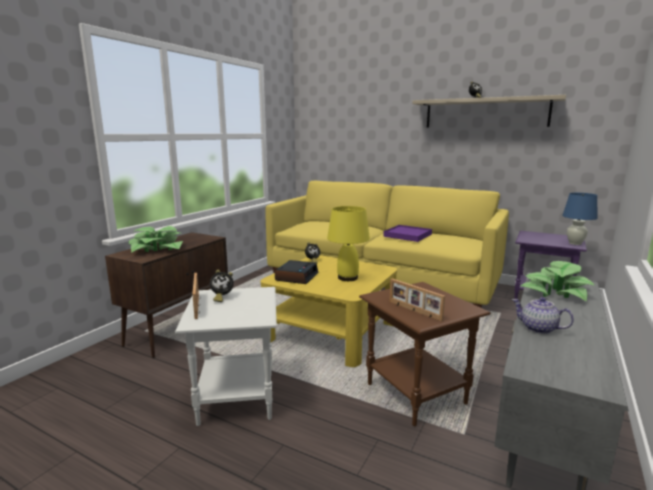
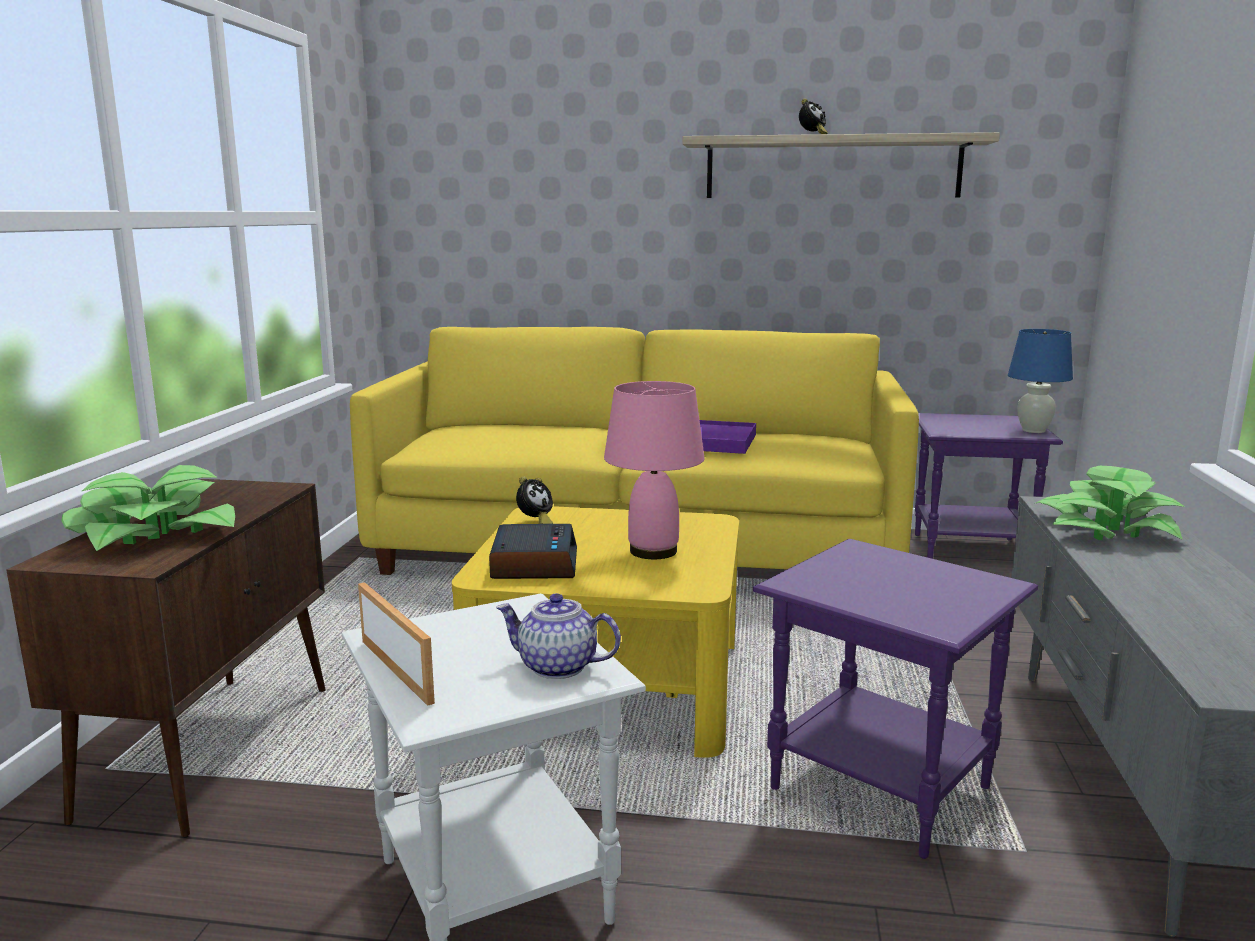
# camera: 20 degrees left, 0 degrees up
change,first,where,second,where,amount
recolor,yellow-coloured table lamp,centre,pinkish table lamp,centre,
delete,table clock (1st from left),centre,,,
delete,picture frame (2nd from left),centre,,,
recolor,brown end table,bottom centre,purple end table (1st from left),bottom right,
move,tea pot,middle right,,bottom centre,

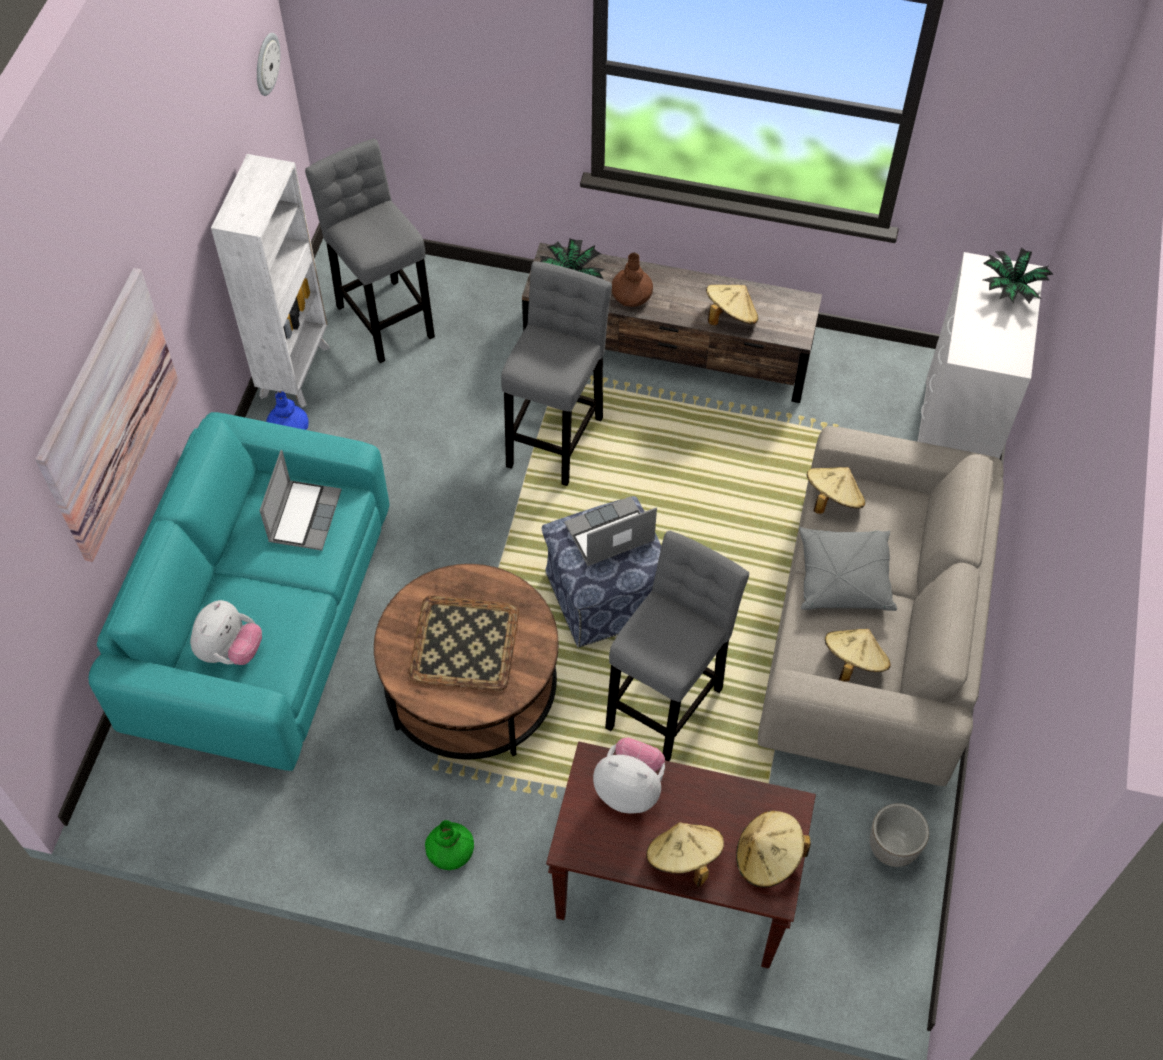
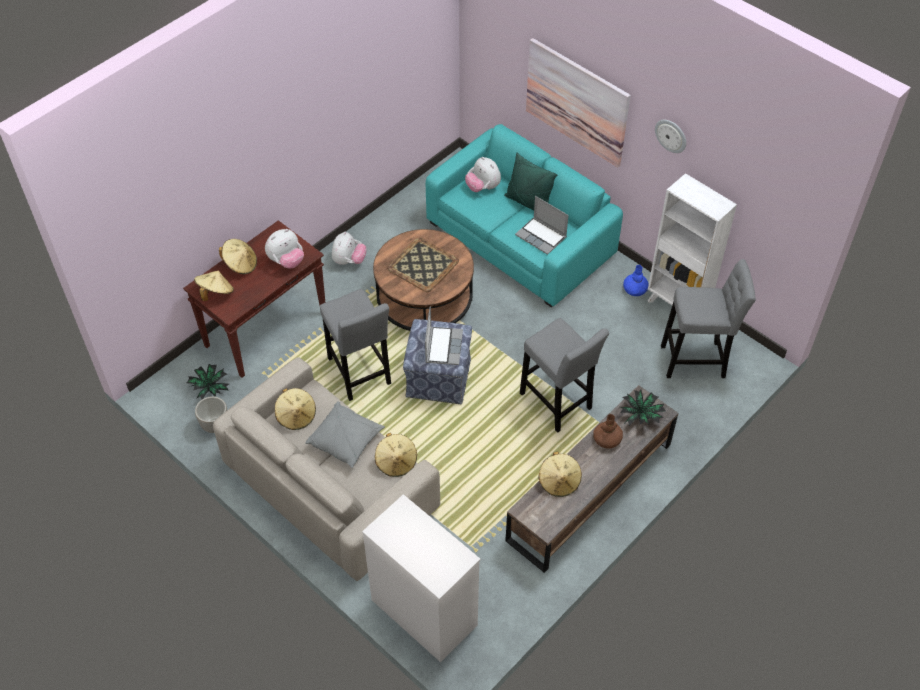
# camera: 120 degrees right, 5 degrees down
change,first,where,second,where,amount
move,wall clock,top left,,top right,
move,plant in a pot (2nd from left in the first image),top right,plant in a pot (1st from left),middle left,
replace,green flower vase,bottom centre,cuddly toy (2nd from left),centre,
insert,,,green throw pillow,top centre,

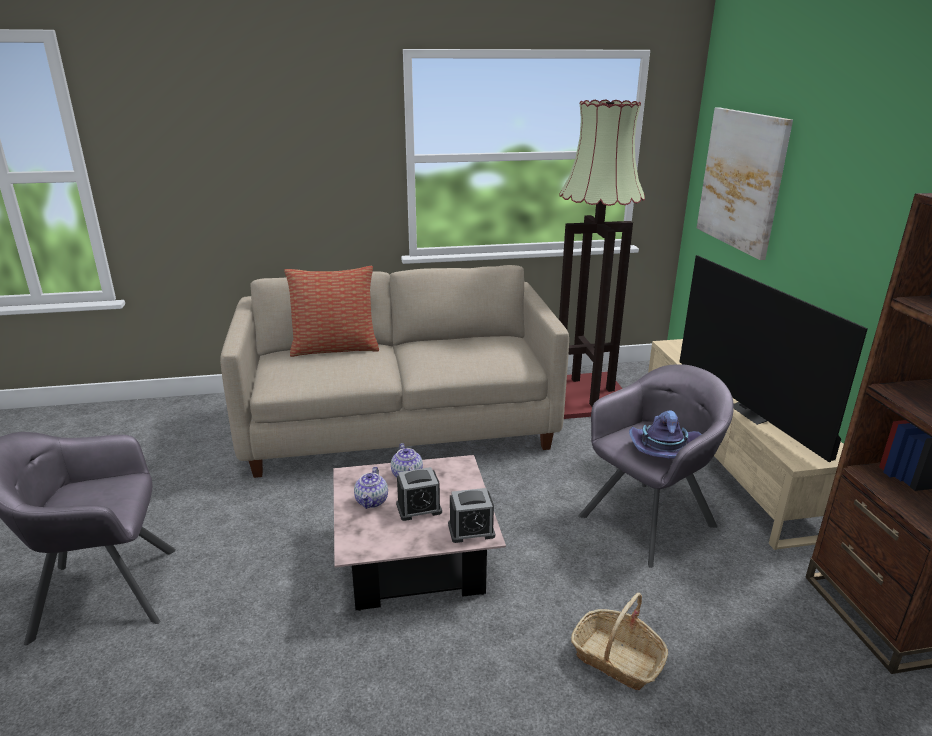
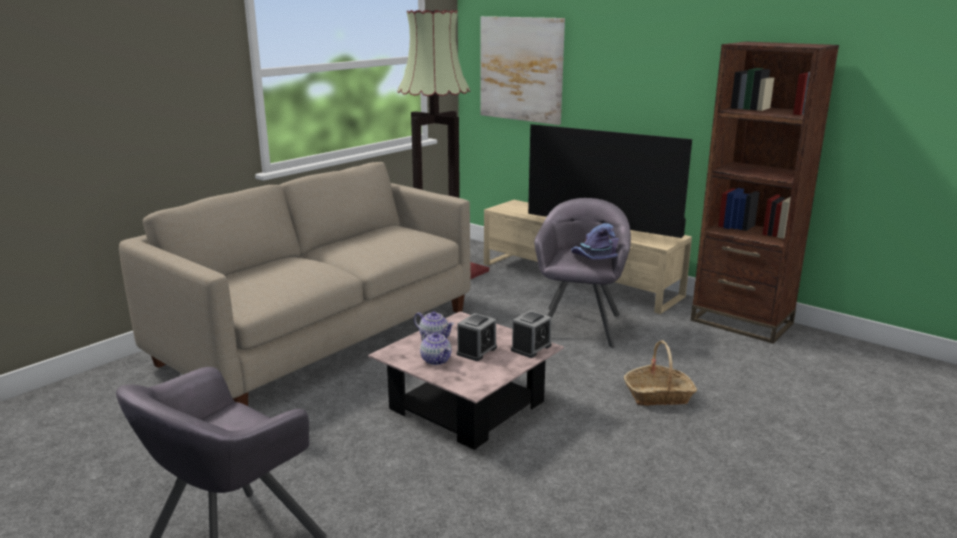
# camera: 40 degrees left, 5 degrees down
change,first,where,second,where,amount
delete,throw pillow,centre,,,

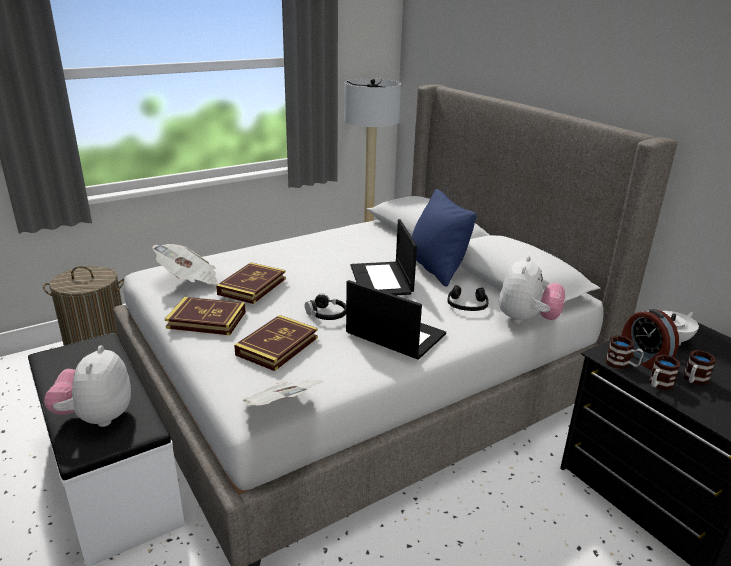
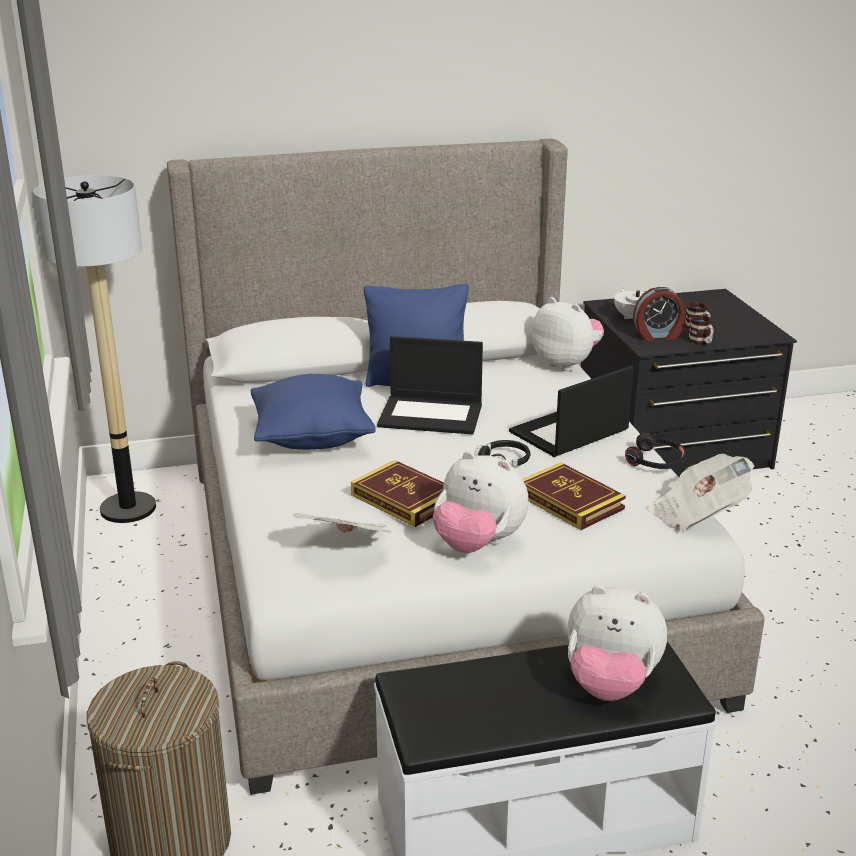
# camera: 70 degrees left, 0 degrees up
change,first,where,second,where,amount
move,black headset (2nd from left),centre,,middle right,
replace,bound book (1st from left),middle left,cuddly toy (1st from left),centre,
delete,coffee mug (1st from left),middle right,,,
insert,,,bluish throw pillow (1st from left),centre,

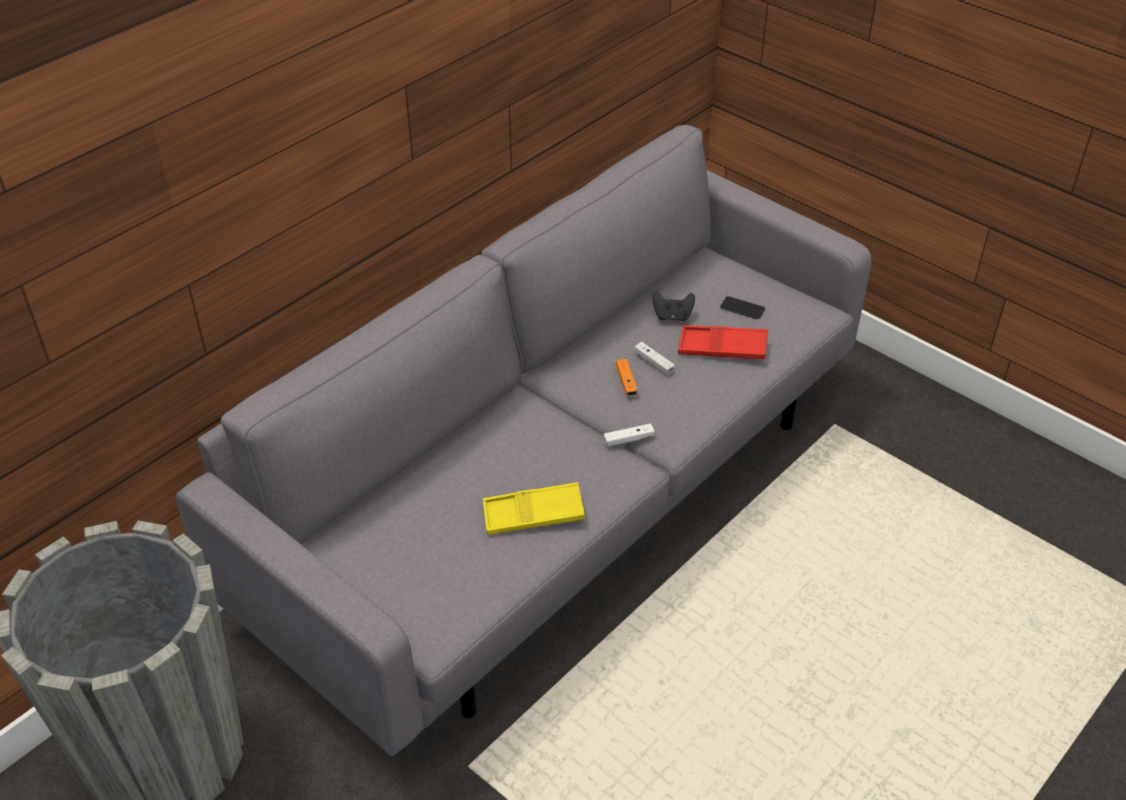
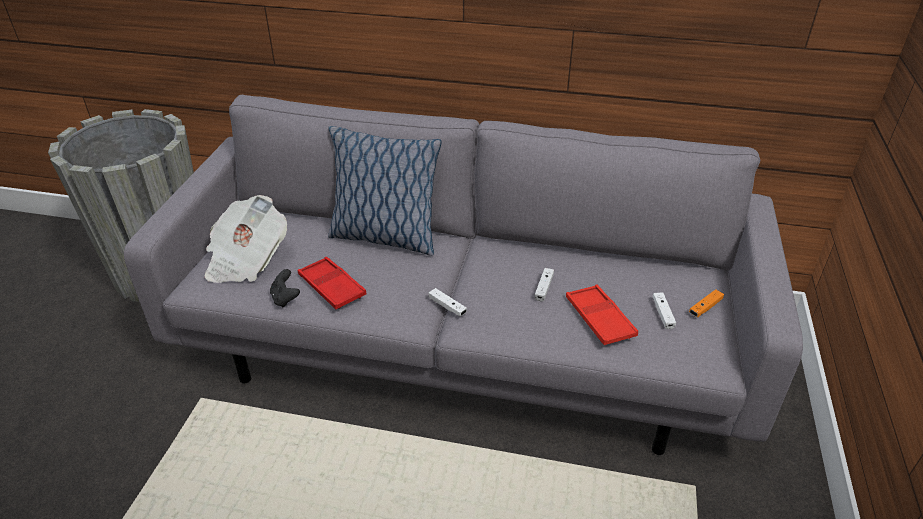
# camera: 60 degrees right, 5 degrees down
change,first,where,second,where,amount
move,black game controller,centre,,middle left,
replace,phone,centre,whitish game controller (3rd from left),middle right,
move,orange game controller,centre,,middle right,
recolor,yellow-coloured carrying tray,centre,red carrying tray (1st from left),centre,
insert,,,throw pillow,centre,
insert,,,newspaper,middle left,

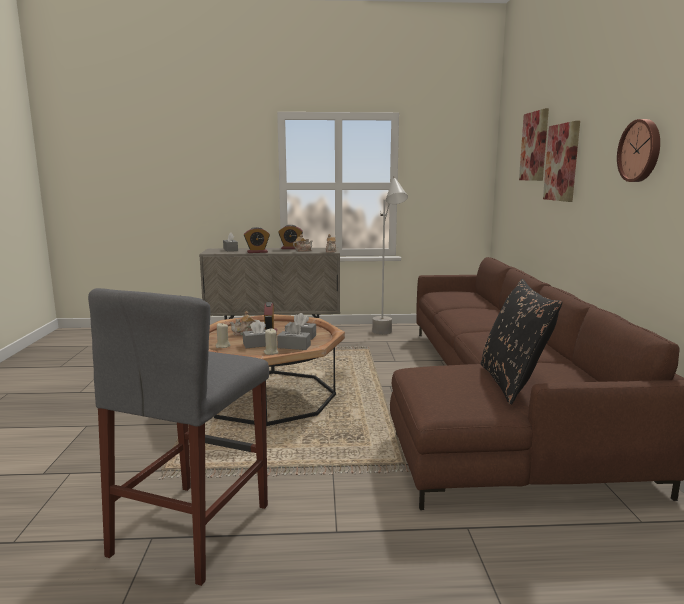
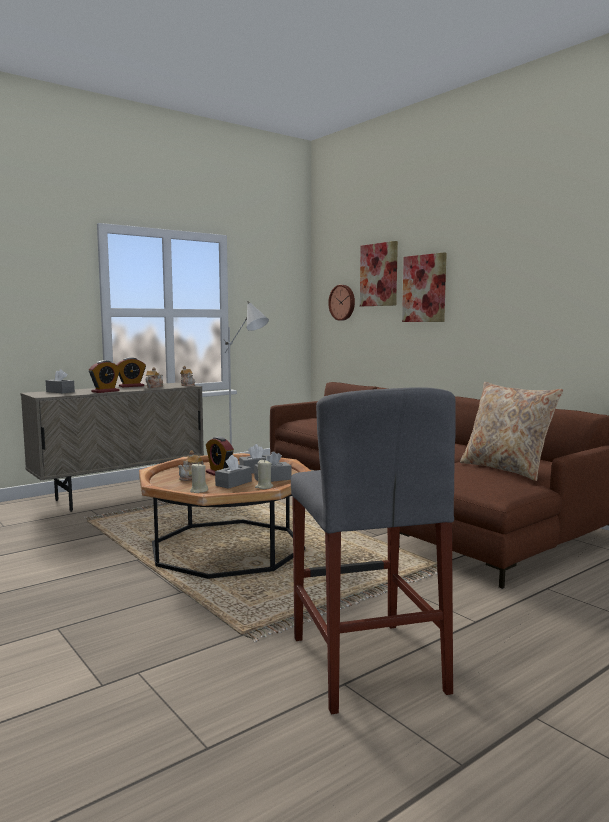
# camera: 35 degrees left, 5 degrees down
change,first,where,second,where,amount
move,wall clock,top right,,centre,
recolor,black throw pillow,middle right,sand-coloured throw pillow,middle right,

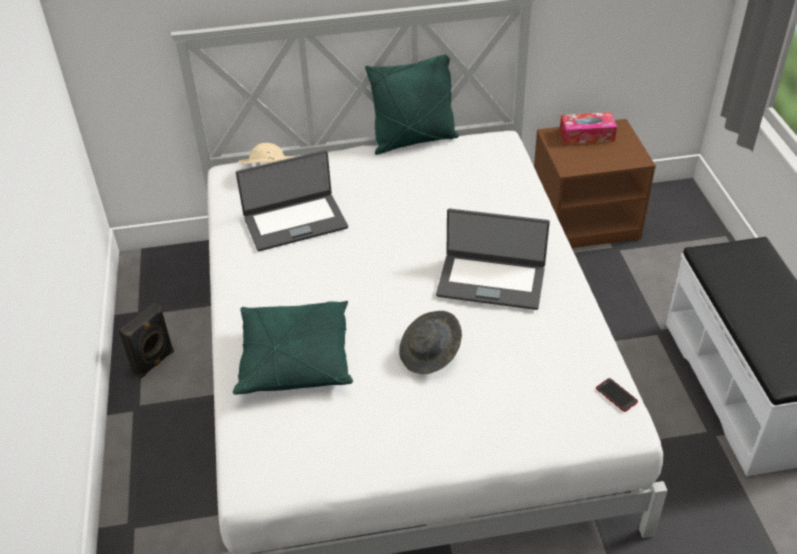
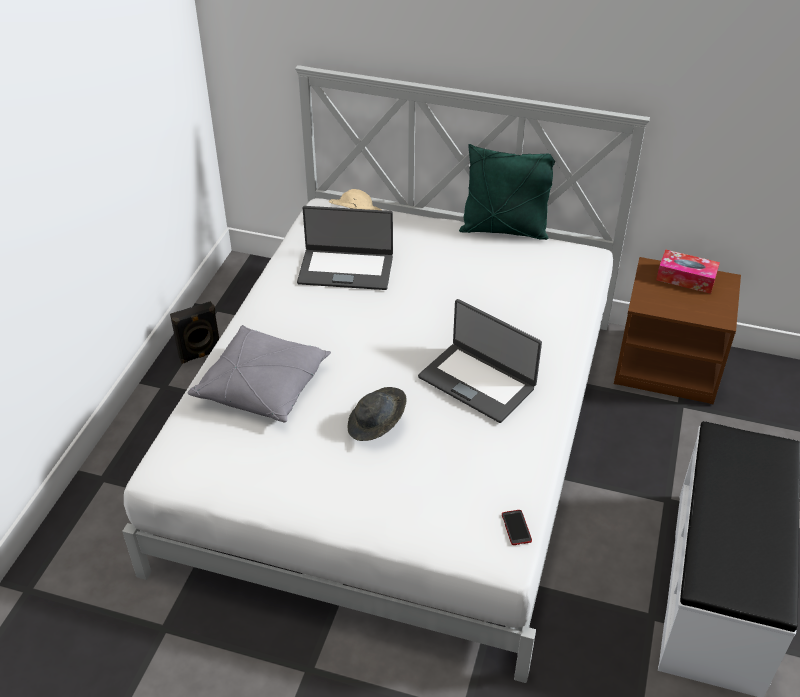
# camera: 25 degrees right, 0 degrees up
change,first,where,second,where,amount
recolor,green throw pillow (1st from left),centre,gray throw pillow,middle left,

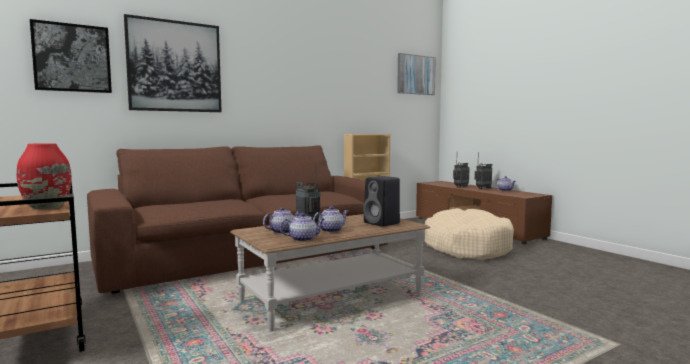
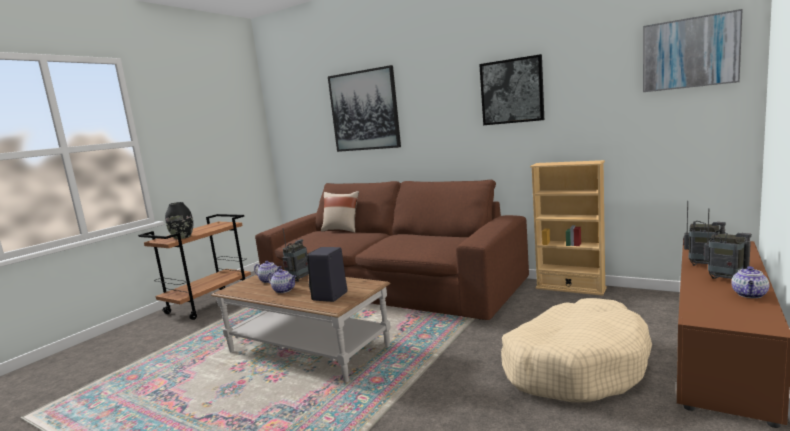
# camera: 65 degrees right, 5 degrees up
change,first,where,second,where,amount
move,picture (1st from left in the first image),top left,picture (2nd from left),top centre,
recolor,red flower vase,middle left,black flower vase,middle left,
delete,tea pot (2nd from left),centre,,,
insert,,,sand-coloured throw pillow,centre,

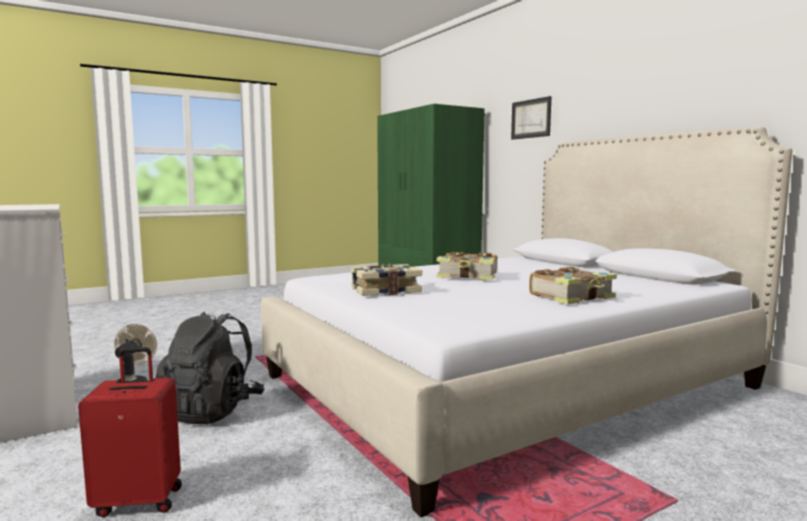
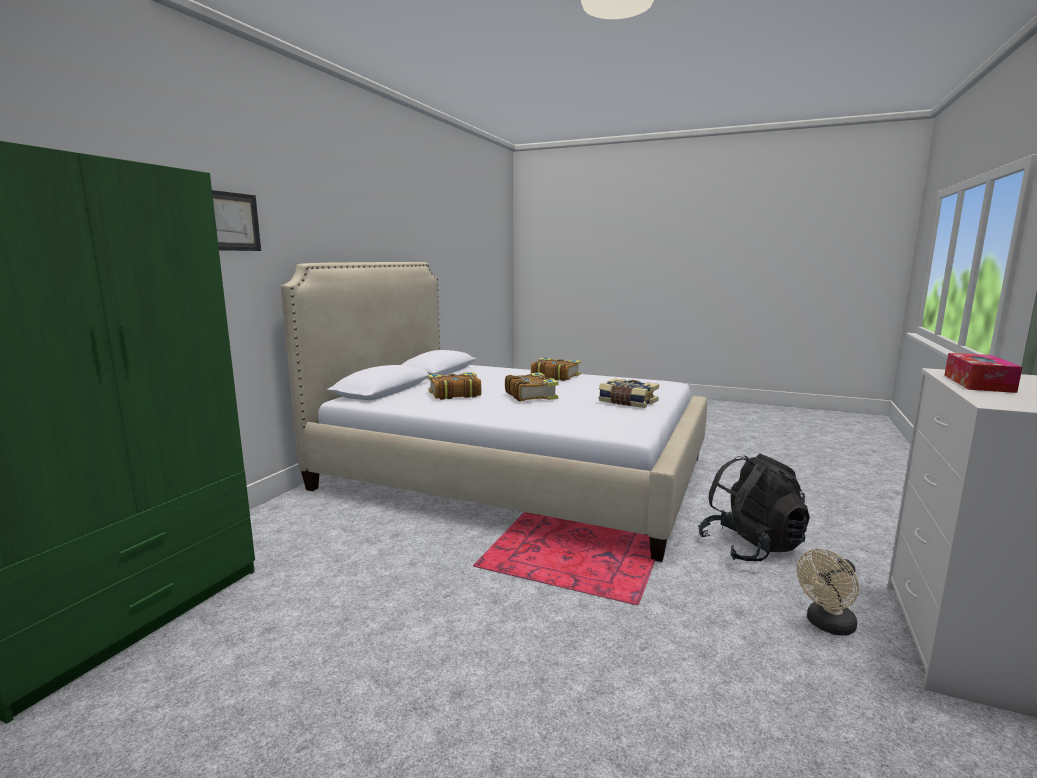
# camera: 125 degrees left, 5 degrees up
change,first,where,second,where,amount
delete,red piece of luggage,bottom left,,,
insert,,,tissue holder,middle right,
insert,,,bound book (1st from left),centre,

